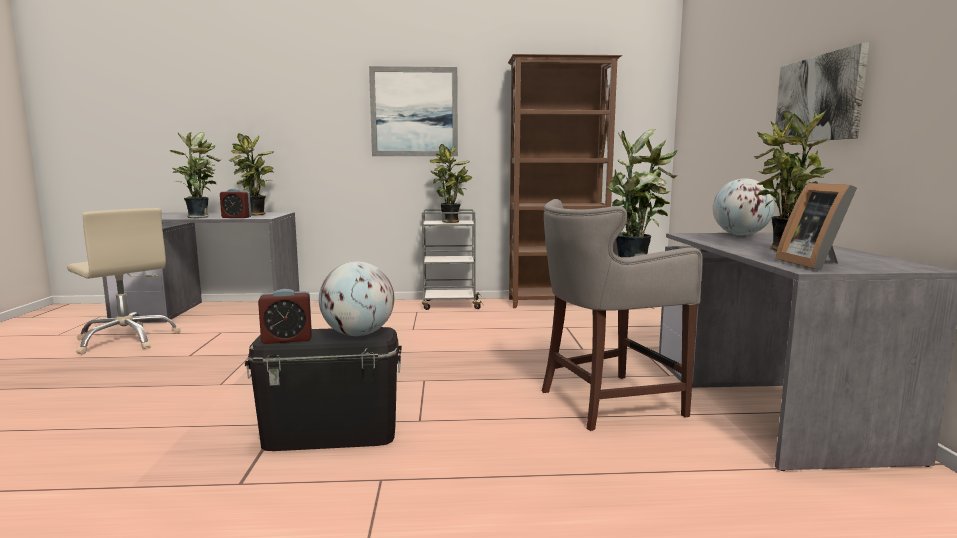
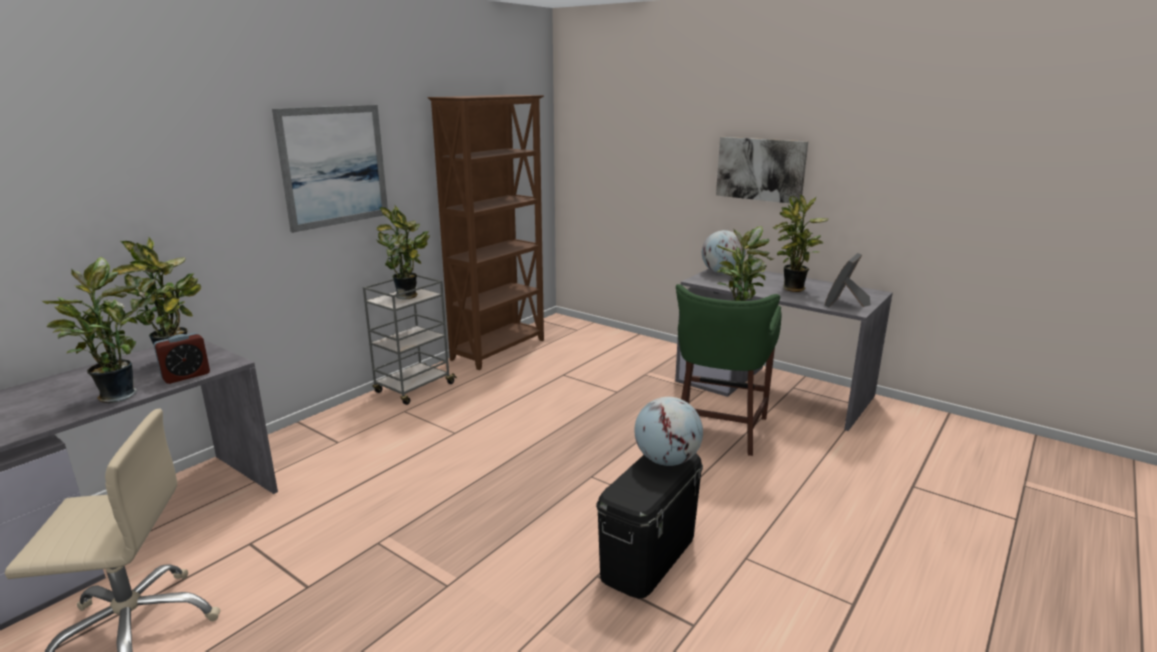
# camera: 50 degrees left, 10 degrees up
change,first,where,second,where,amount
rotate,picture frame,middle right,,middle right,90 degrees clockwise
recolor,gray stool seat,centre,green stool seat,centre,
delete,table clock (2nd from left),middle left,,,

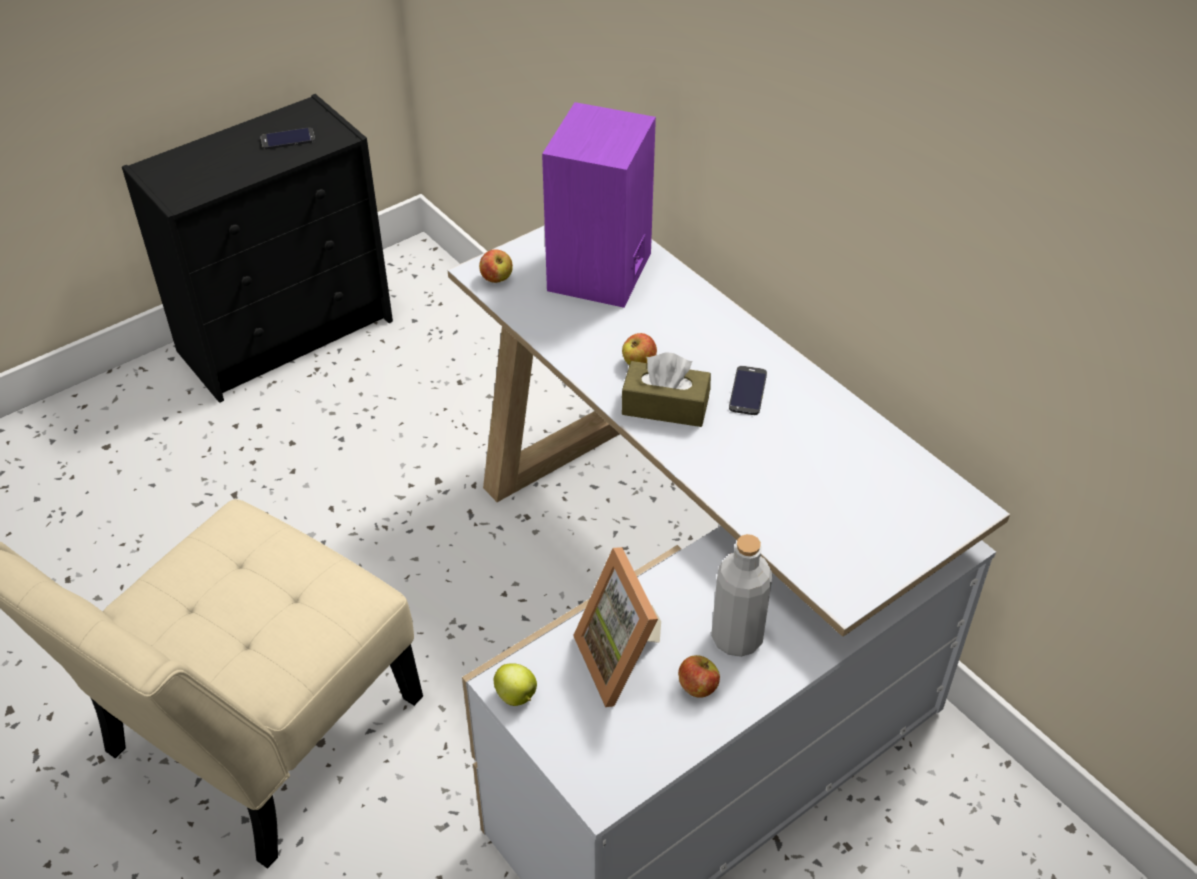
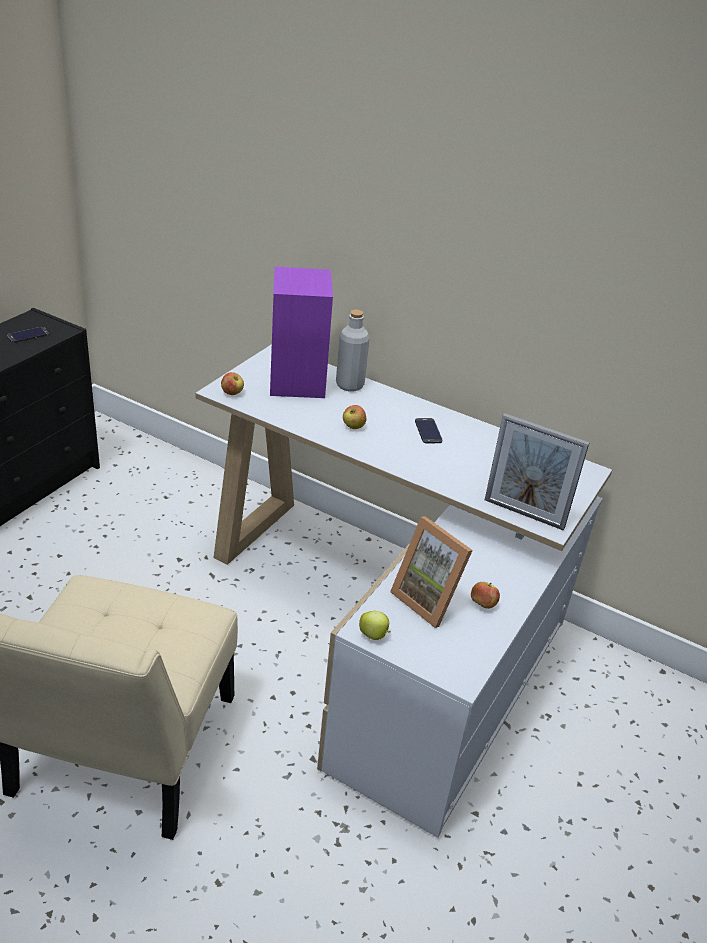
# camera: 25 degrees left, 10 degrees down
change,first,where,second,where,amount
delete,brown tissue holder,centre,,,
move,gray beverage bottle,bottom centre,,centre,
insert,,,picture frame (2nd from left),middle right,

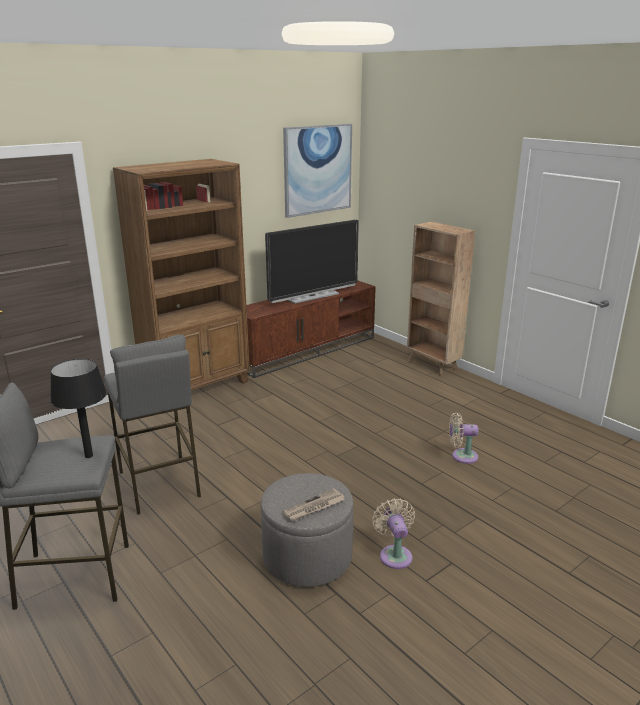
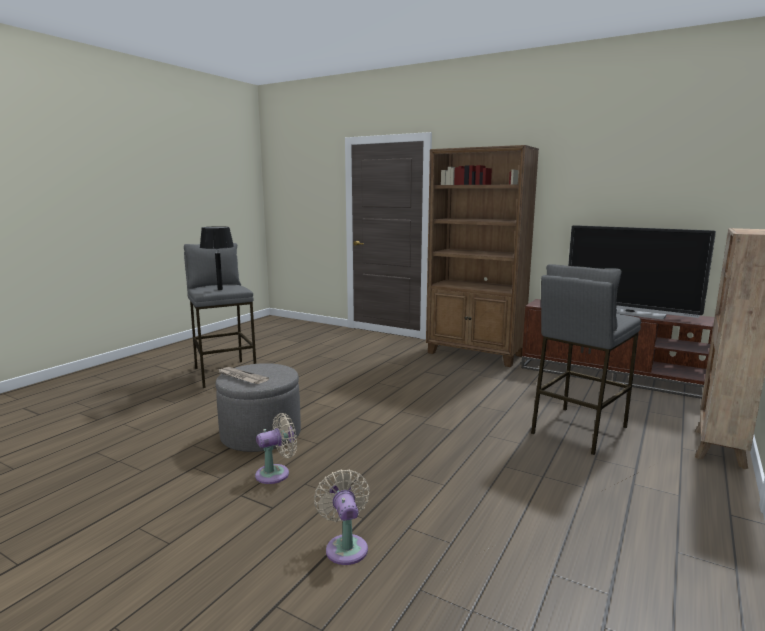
# camera: 70 degrees right, 10 degrees down
change,first,where,second,where,amount
delete,picture,top centre,,,
move,gray stool seat (2nd from left),middle left,,middle right,
move,sand-coloured electric fan (2nd from left),middle right,,bottom centre,

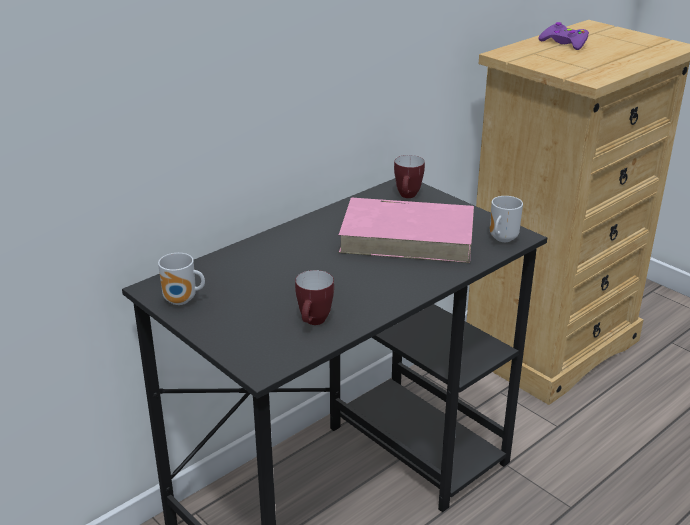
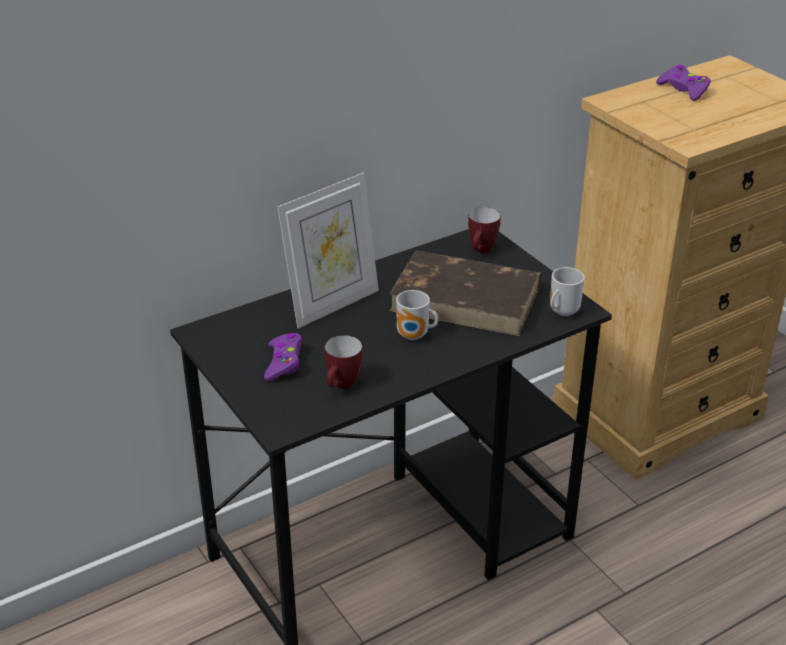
# camera: 10 degrees right, 5 degrees up
change,first,where,second,where,amount
recolor,pinkish bound book,centre,brown bound book,centre,
move,coffee mug (1st from left in the first image),middle left,coffee mug (2nd from left),centre,
insert,,,picture frame,centre,
insert,,,purple game controller (1st from left),centre,

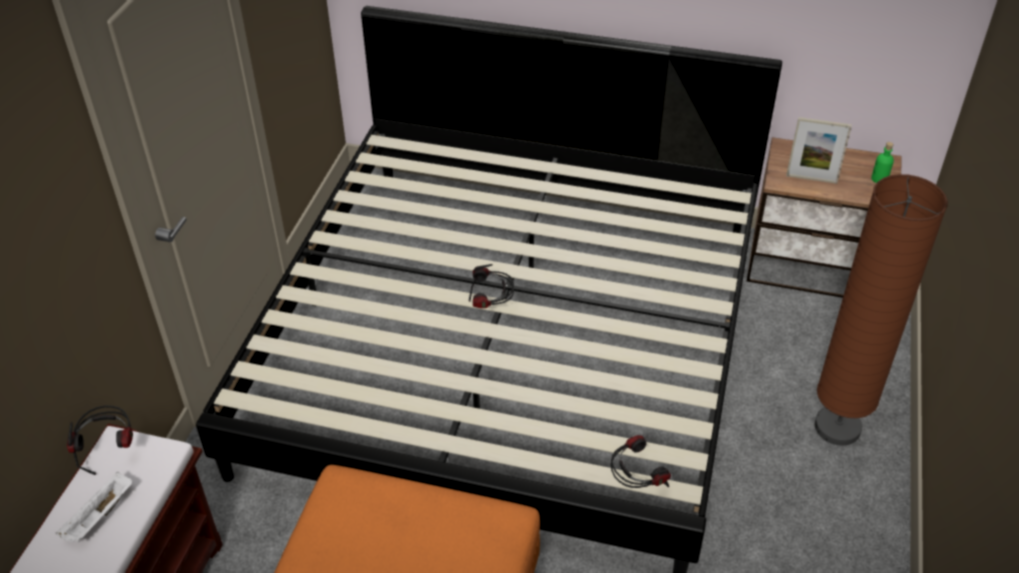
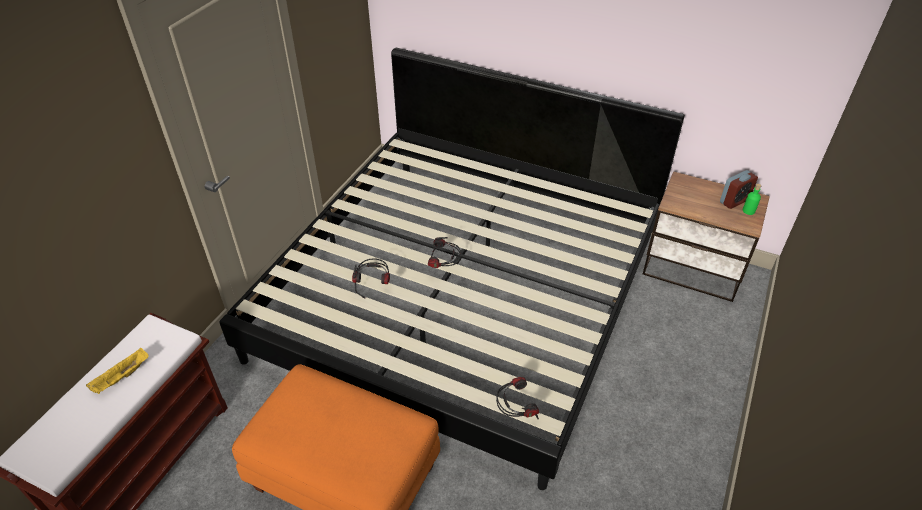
# camera: 10 degrees right, 0 degrees up
change,first,where,second,where,amount
delete,picture frame,top right,,,
delete,brown floor lamp,middle right,,,
move,headset (1st from left),bottom left,,centre,
recolor,whitish carrying tray,bottom left,yellow-coloured carrying tray,bottom left,
insert,,,table clock,middle right,

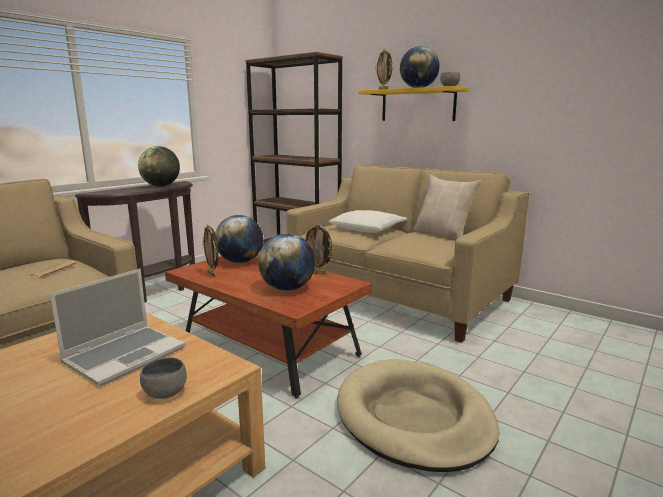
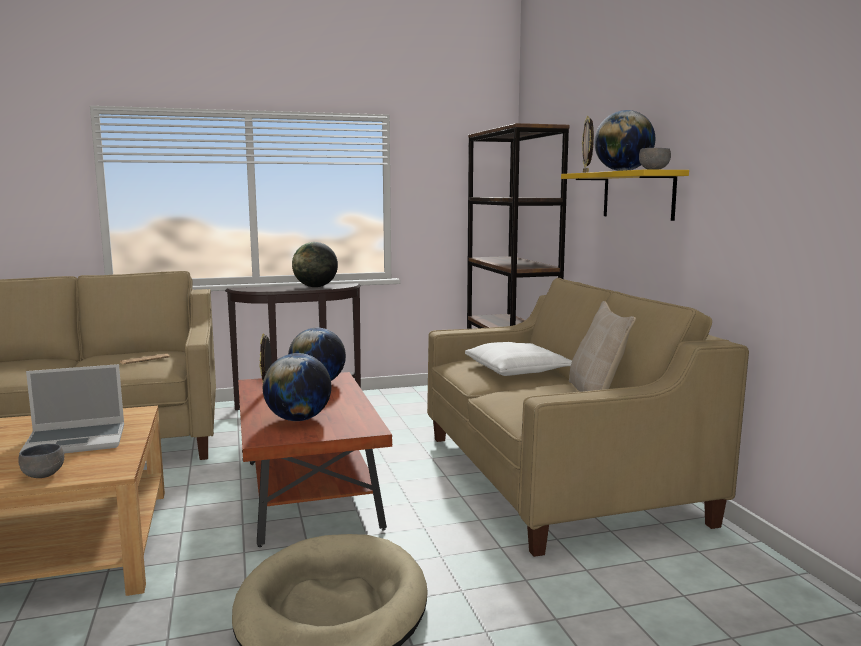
# camera: 35 degrees right, 5 degrees down
change,first,where,second,where,amount
delete,picture frame (2nd from left),centre,,,

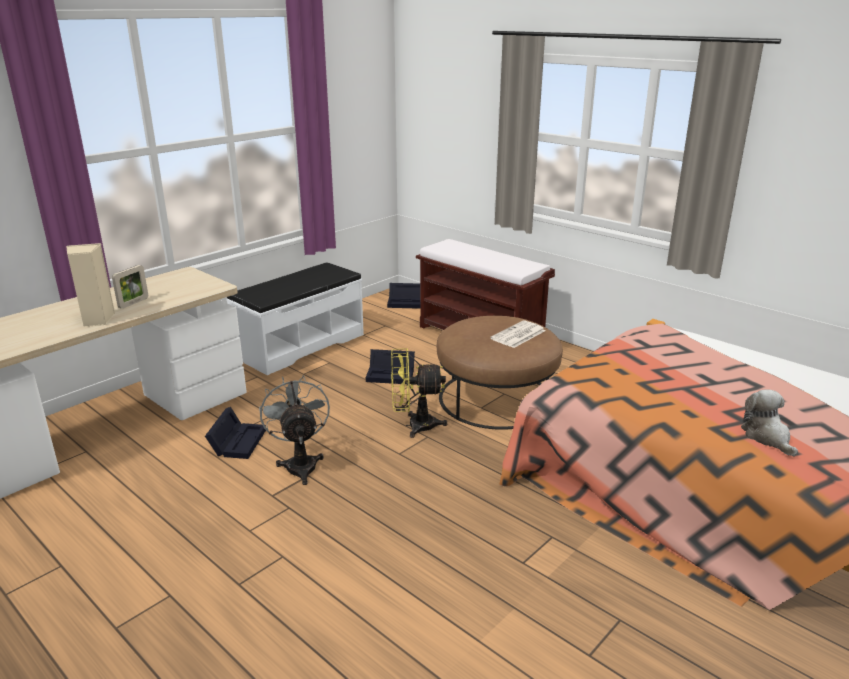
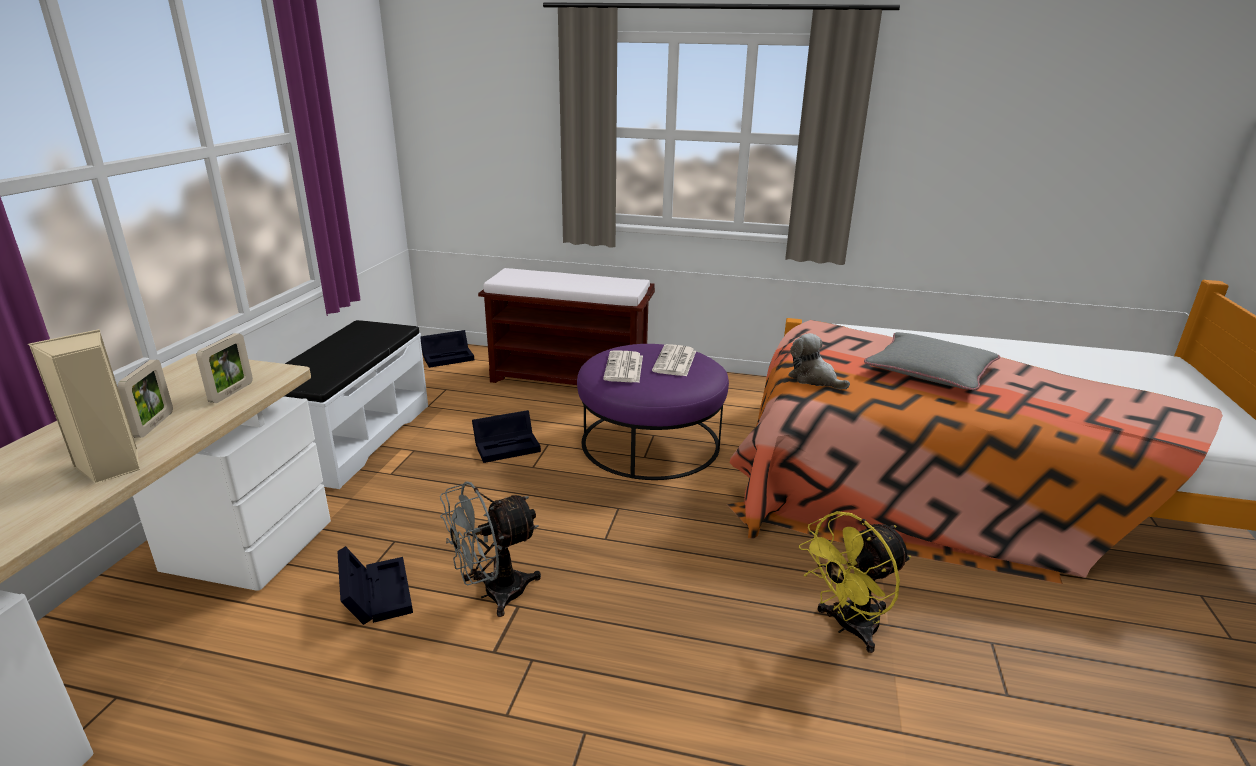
# camera: 30 degrees left, 0 degrees up
change,first,where,second,where,amount
recolor,brown ottoman,centre,purple ottoman,centre,
move,yellow-coloured electric fan,centre,,bottom right,
rotate,gray electric fan,centre,,bottom centre,75 degrees counterclockwise
move,cuddly toy,middle right,,centre,
insert,,,gray throw pillow,middle right,
insert,,,picture frame (2nd from left),middle left,
insert,,,newspaper (1st from left),centre,

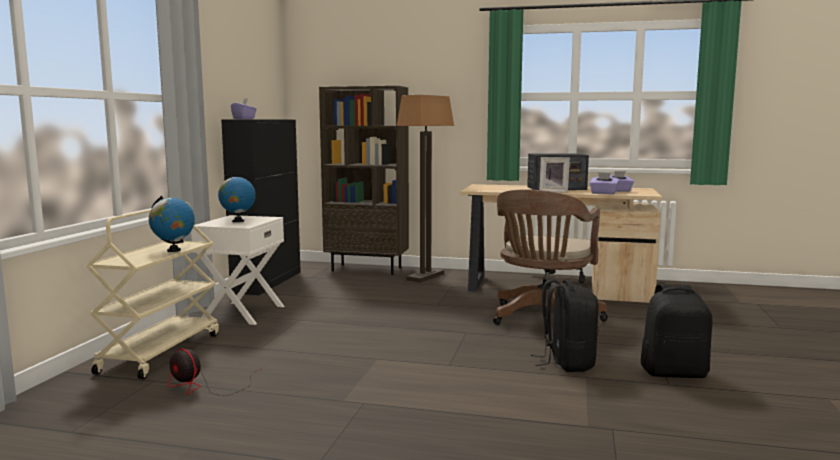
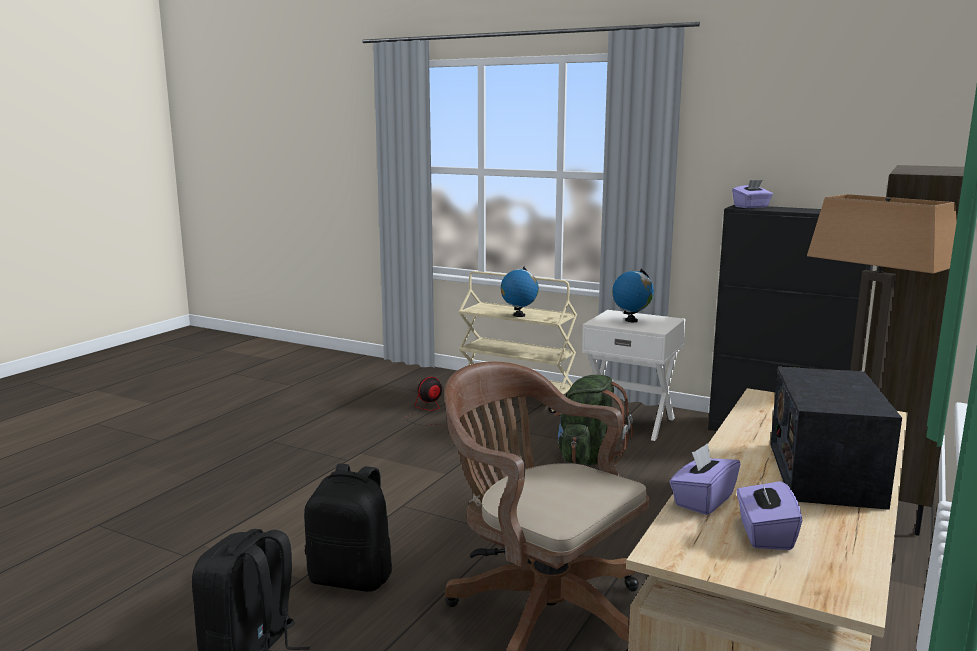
# camera: 105 degrees right, 5 degrees up
change,first,where,second,where,amount
delete,picture frame,centre,,,
insert,,,green backpack,centre,

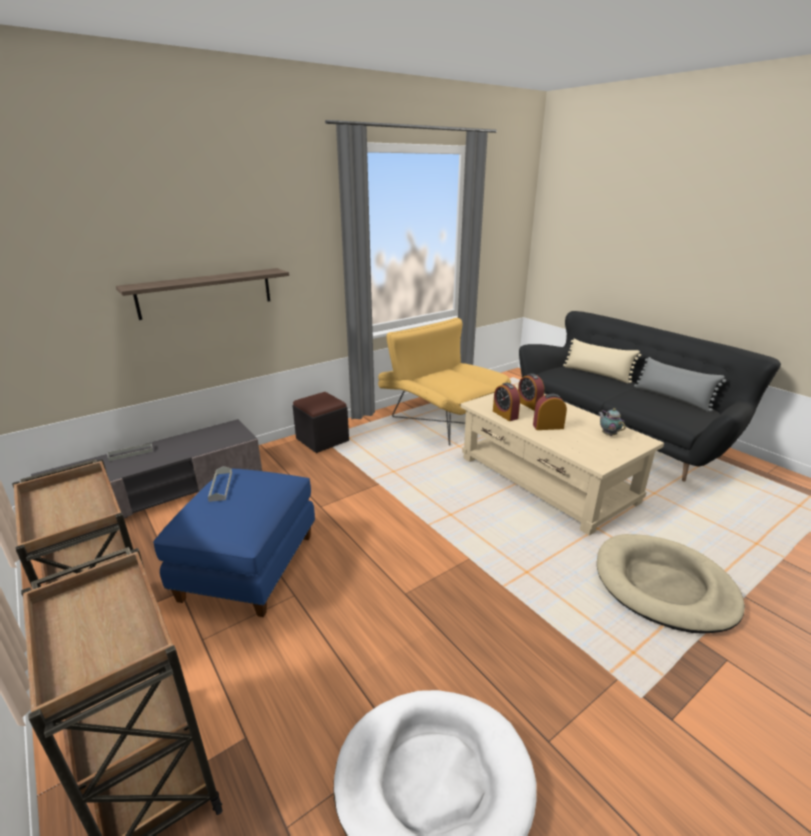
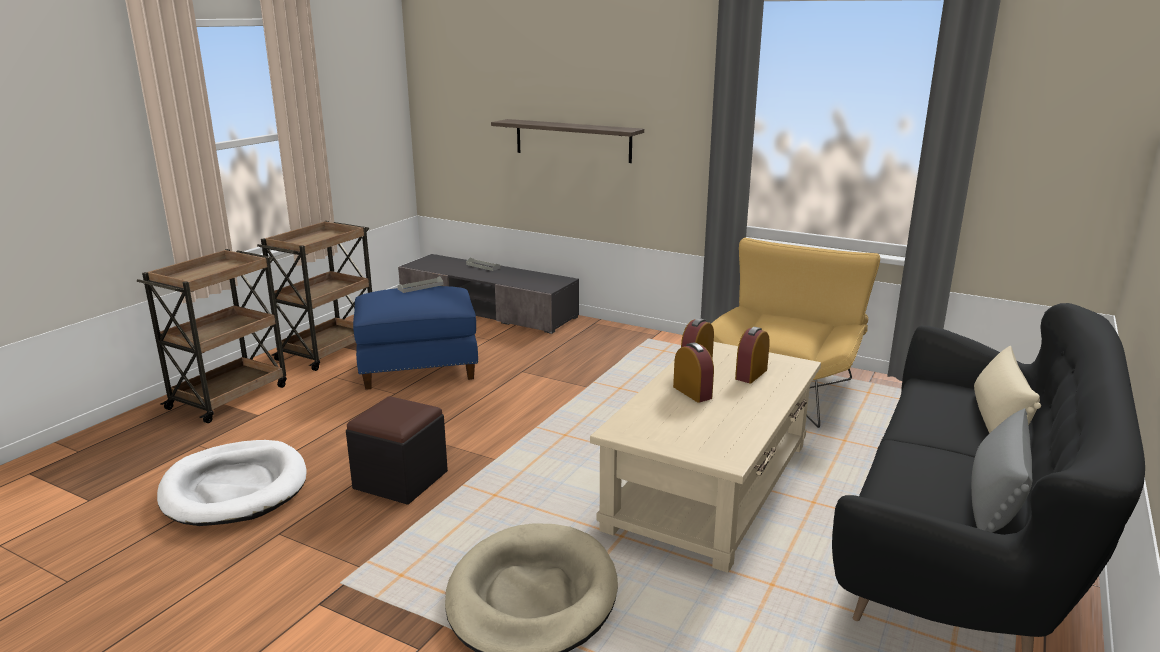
# camera: 65 degrees right, 5 degrees down
change,first,where,second,where,amount
move,black ottoman,centre,,bottom centre,
delete,tea pot,middle right,,,

